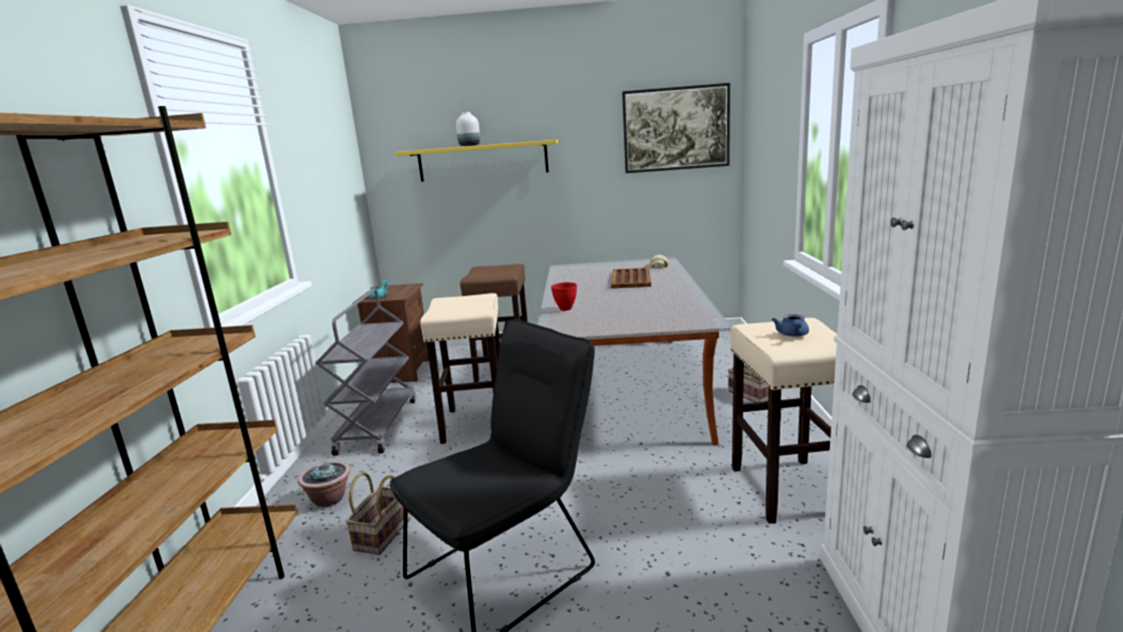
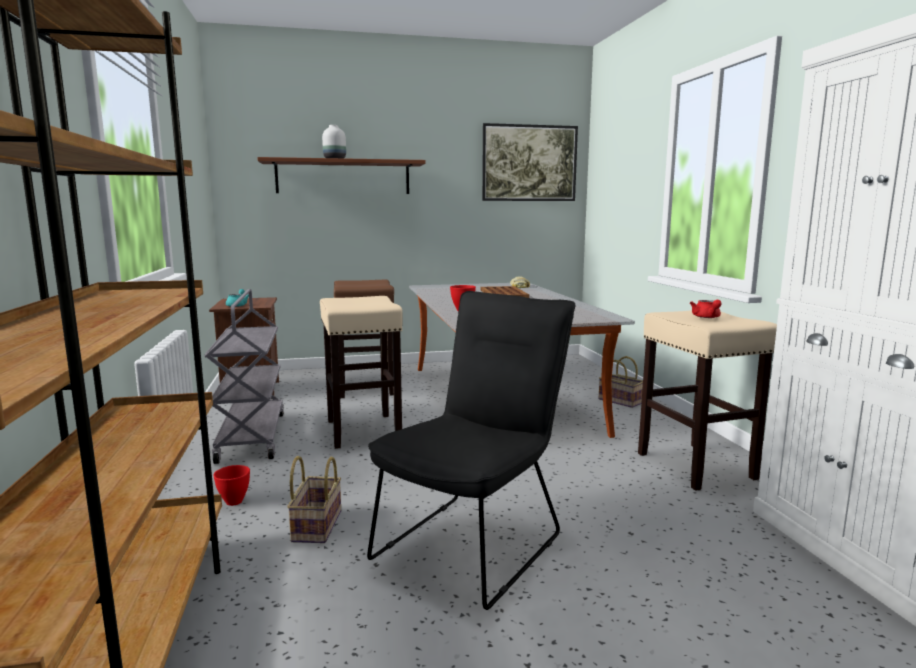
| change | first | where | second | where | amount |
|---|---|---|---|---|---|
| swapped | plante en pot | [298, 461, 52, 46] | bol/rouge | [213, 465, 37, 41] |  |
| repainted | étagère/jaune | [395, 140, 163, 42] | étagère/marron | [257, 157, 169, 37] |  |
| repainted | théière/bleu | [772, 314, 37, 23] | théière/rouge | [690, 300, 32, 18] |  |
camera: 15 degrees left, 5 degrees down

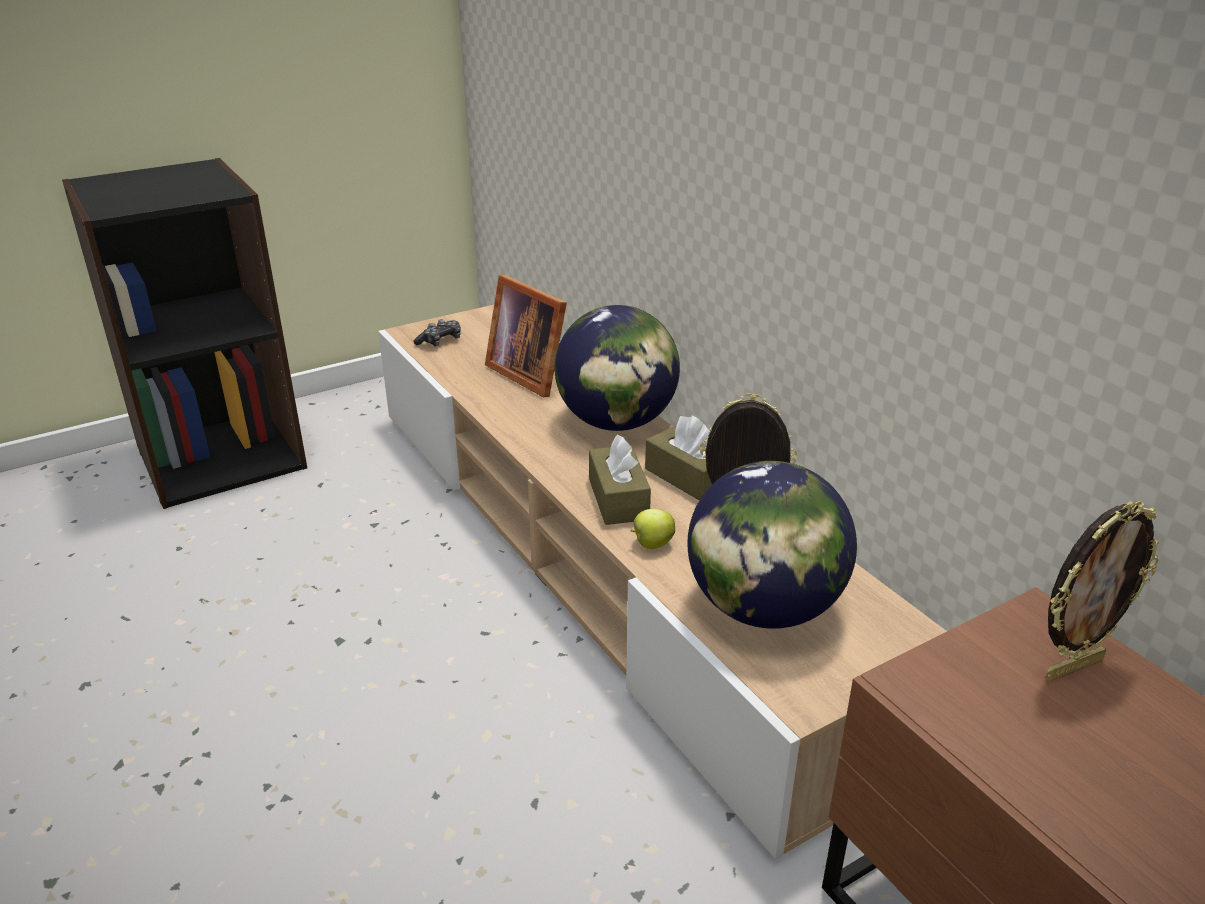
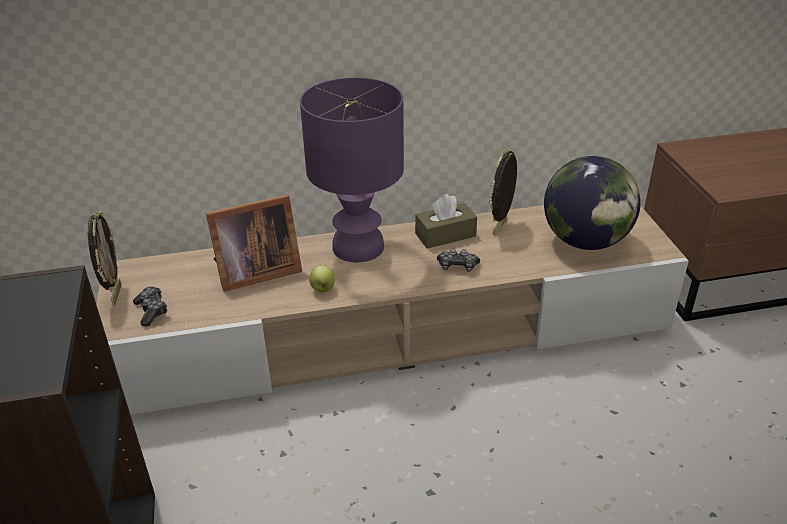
| change | first | where | second | where | amount |
|---|---|---|---|---|---|
| shifted | pomme | [631, 509, 44, 40] |  | [309, 265, 26, 27] |  |
| shifted | cadre photo | [1045, 501, 114, 180] |  | [88, 210, 33, 96] |  |
| swapped | globe | [555, 305, 125, 126] | lampe de table/violet | [300, 78, 104, 184] |  |
| swapped | boîte à mouchoirs/marron | [589, 435, 62, 90] | manette | [437, 249, 43, 23] |  |
camera: 70 degrees left, 5 degrees up

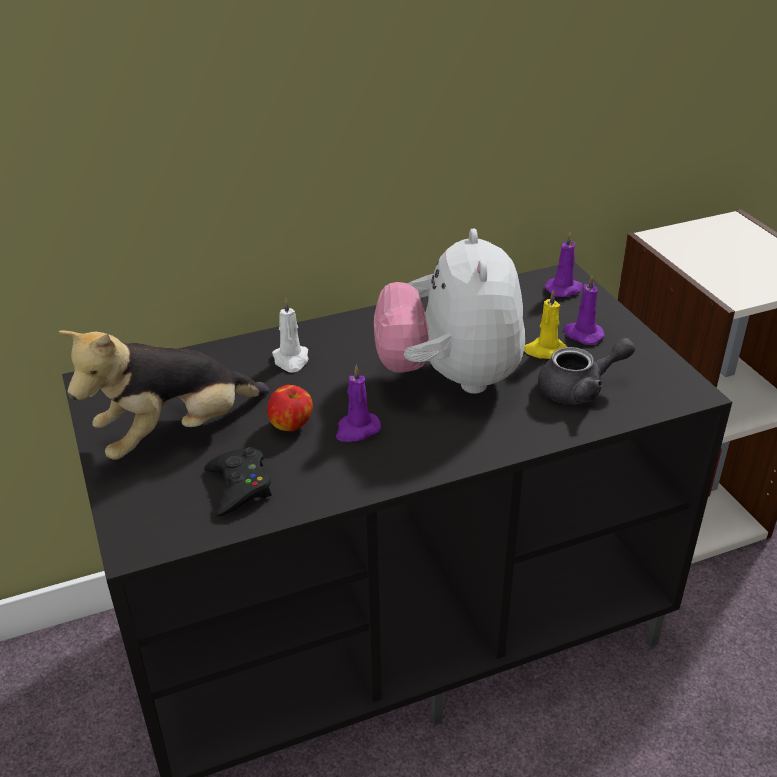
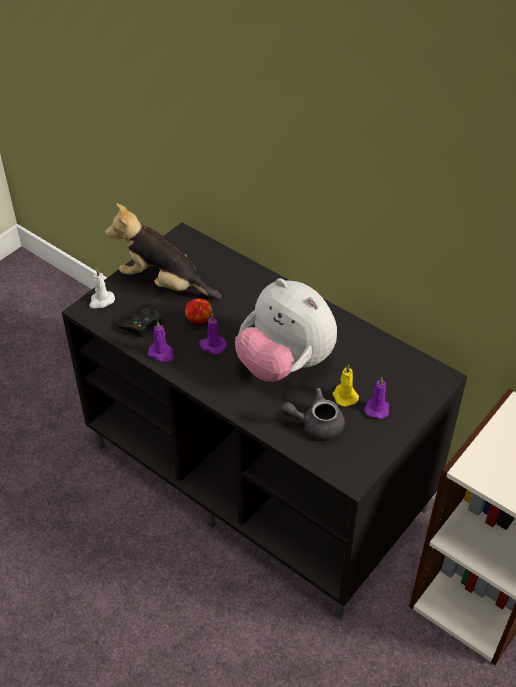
| change | first | where | second | where | amount |
|---|---|---|---|---|---|
| shifted | bougie/blanc | [272, 298, 36, 74] |  | [89, 268, 26, 41] |  |
| shifted | bougie/violet | [545, 232, 38, 65] |  | [148, 321, 26, 41] |  |
| rotated | peluche | [374, 229, 151, 165] |  | [235, 278, 102, 104] | 105 degrees counterclockwise |
| rotated | théière/gris | [538, 338, 97, 66] |  | [281, 388, 64, 52] | 135 degrees clockwise |
camera: 60 degrees right, 10 degrees up

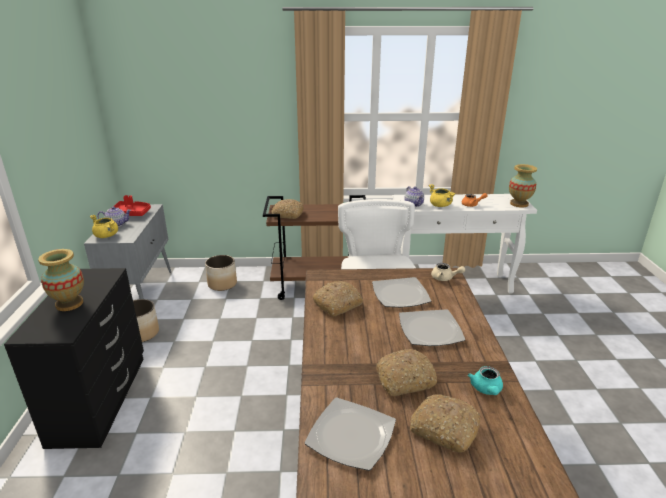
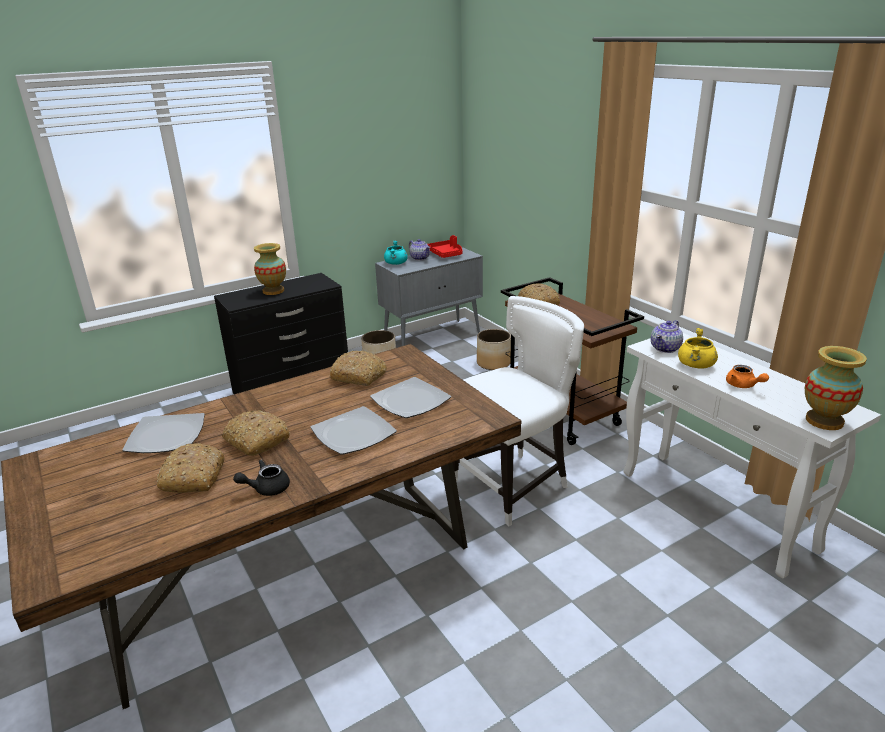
| change | first | where | second | where | amount |
|---|---|---|---|---|---|
| gone | théière/beige | [431, 263, 34, 18] |  |  |  |
| repainted | marmite/jaune | [89, 215, 29, 23] | marmite/turquoise | [384, 240, 24, 25] |  |
| repainted | théière/turquoise | [468, 366, 35, 29] | théière/noir | [233, 460, 57, 36] |  |
camera: 60 degrees right, 0 degrees up

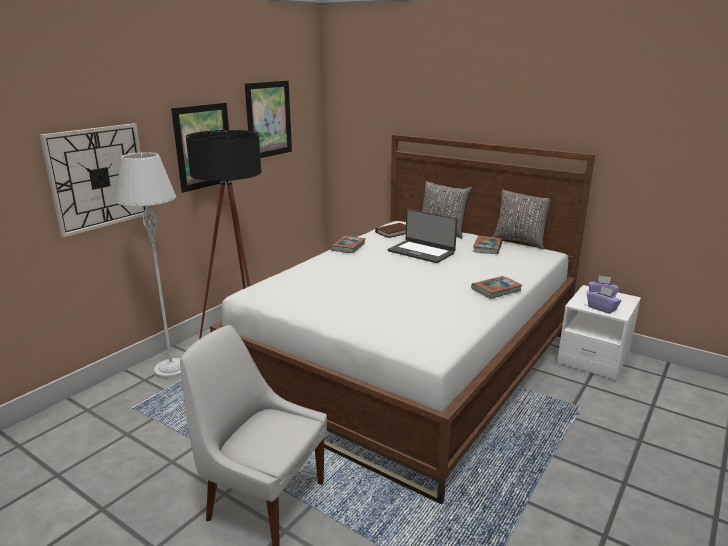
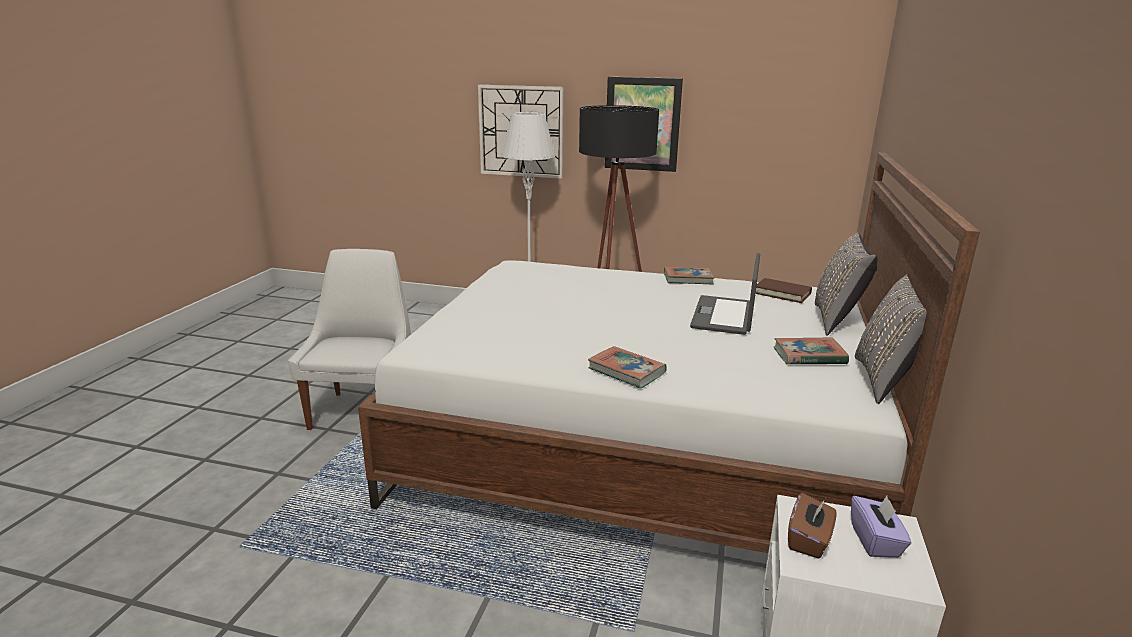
| change | first | where | second | where | amount |
|---|---|---|---|---|---|
| gone | tableau | [245, 80, 47, 78] |  |  |  |
| repainted | boîte à mouchoirs/violet | [587, 286, 34, 28] | boîte à mouchoirs/marron | [788, 493, 49, 66] |  |
camera: 70 degrees right, 0 degrees up

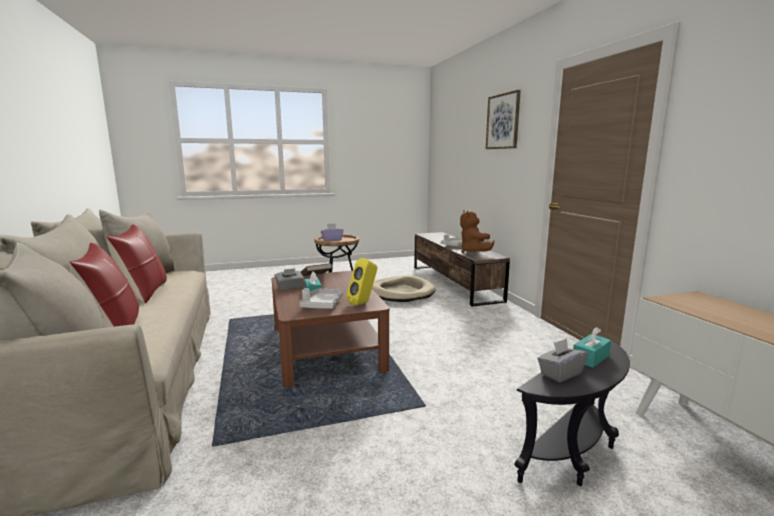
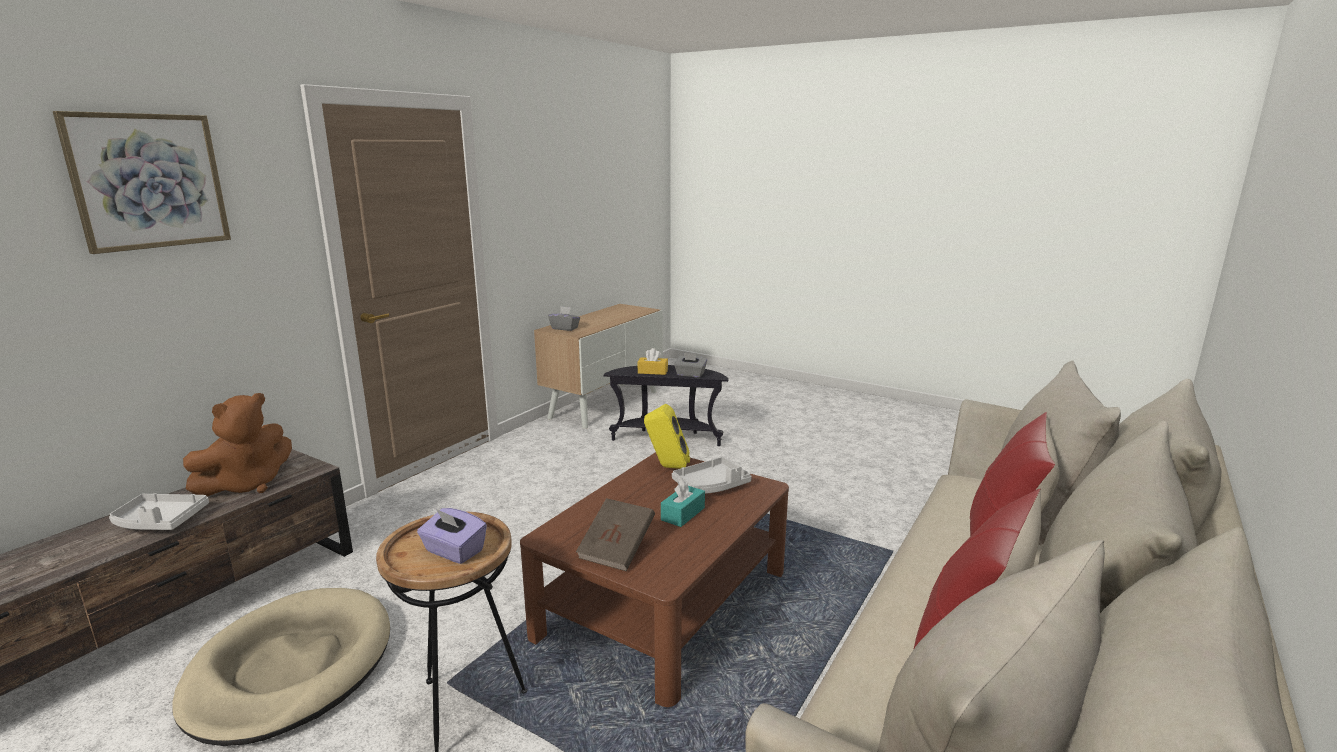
| change | first | where | second | where | amount |
|---|---|---|---|---|---|
| shifted | boîte à mouchoirs/gris | [275, 268, 29, 22] |  | [548, 307, 32, 24] |  |
| repainted | boîte à mouchoirs/turquoise | [573, 327, 38, 41] | boîte à mouchoirs/jaune | [637, 348, 31, 27] |  |
camera: 130 degrees left, 5 degrees up

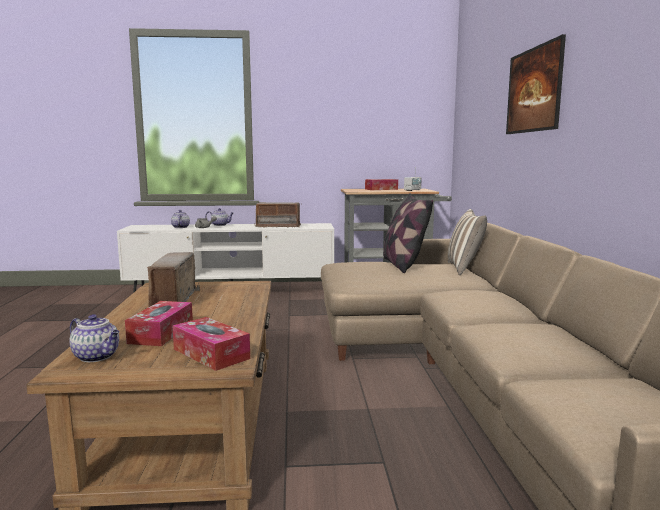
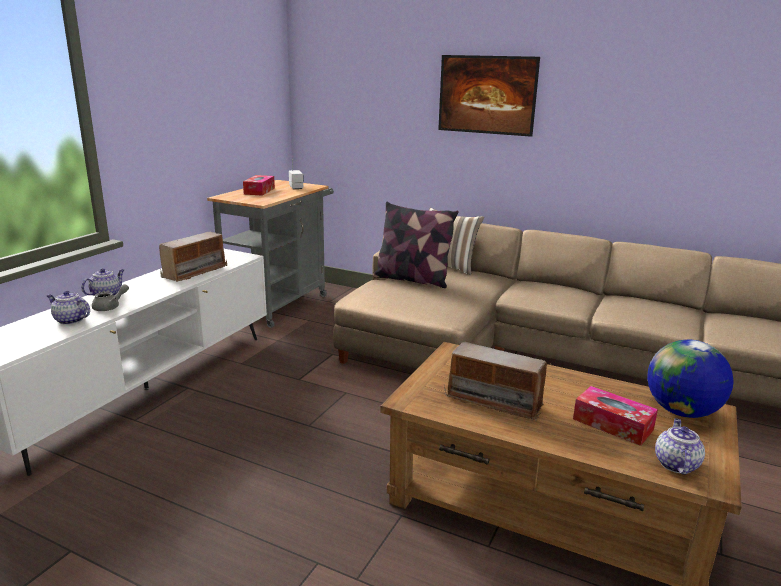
| change | first | where | second | where | amount |
|---|---|---|---|---|---|
| swapped | boîte à mouchoirs | [172, 317, 78, 54] | globe | [647, 340, 87, 78] |  |
| rotated | théière | [69, 314, 51, 48] |  | [655, 418, 50, 57] | 45 degrees counterclockwise |
camera: 60 degrees left, 10 degrees up

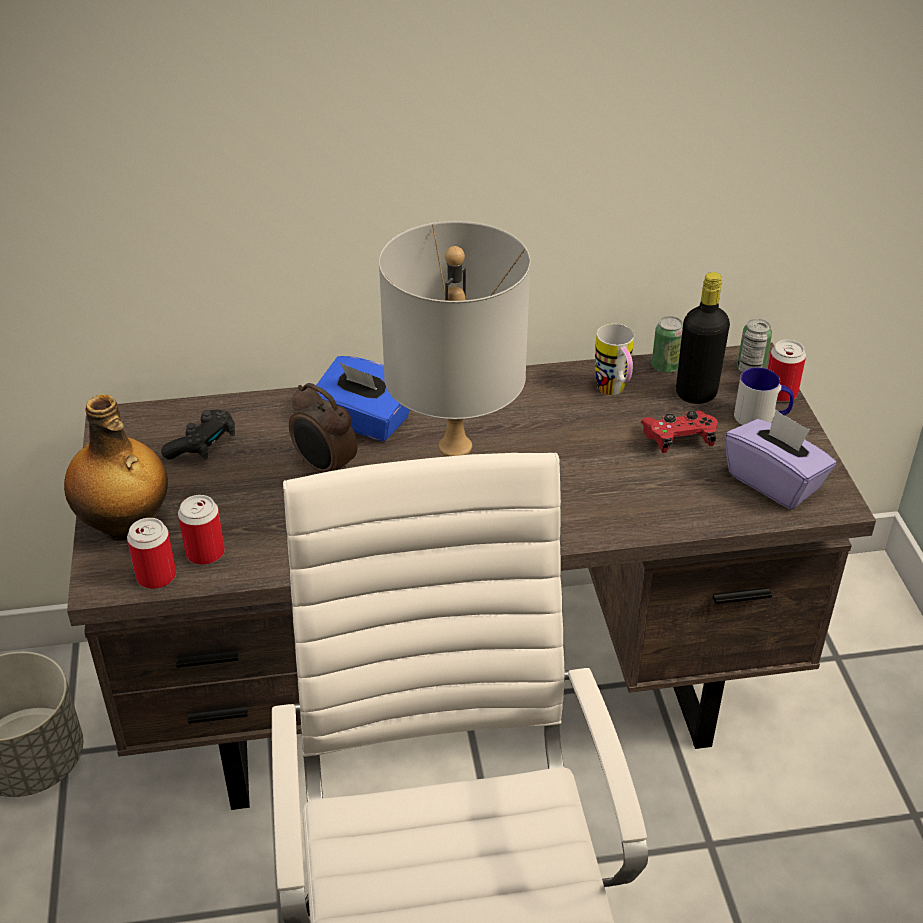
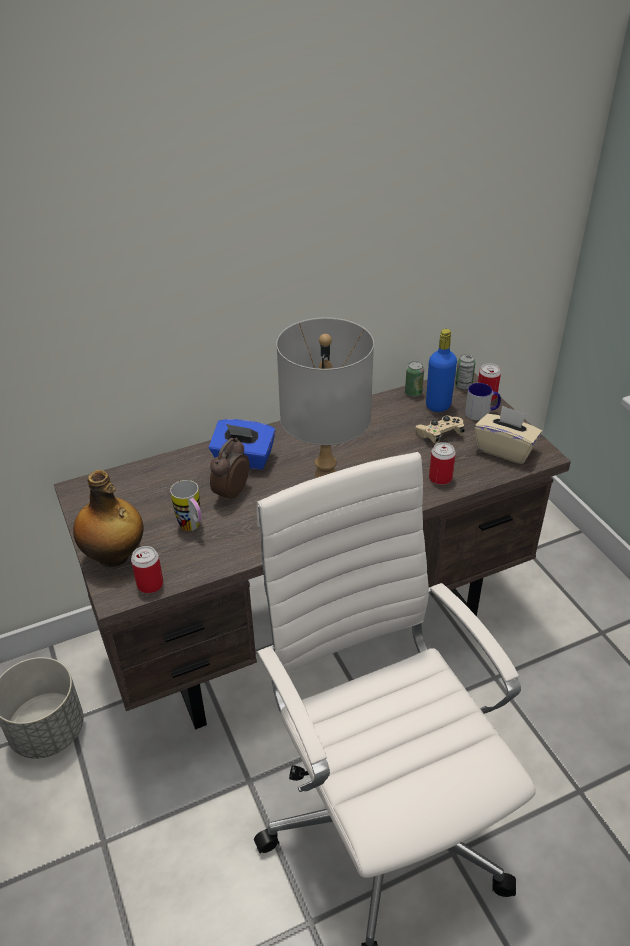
| change | first | where | second | where | amount |
|---|---|---|---|---|---|
| gone | manette/noir | [161, 410, 74, 49] |  |  |  |
| shifted | boîte métallique | [178, 495, 47, 70] |  | [429, 442, 27, 43] |  |
| shifted | mug | [595, 324, 39, 71] |  | [170, 480, 32, 51] |  |
| repainted | manette/rouge | [641, 411, 77, 42] | manette/beige | [415, 415, 50, 30] |  |
| repainted | bouteille/noir | [676, 272, 54, 132] | bouteille/bleu | [426, 329, 31, 83] |  |
| repainted | boîte à mouchoirs/violet | [725, 409, 111, 100] | boîte à mouchoirs/beige | [475, 405, 67, 59] |  |
| rotated | réveil | [289, 383, 68, 90] |  | [210, 438, 39, 65] | 90 degrees clockwise |
camera: 15 degrees left, 0 degrees up

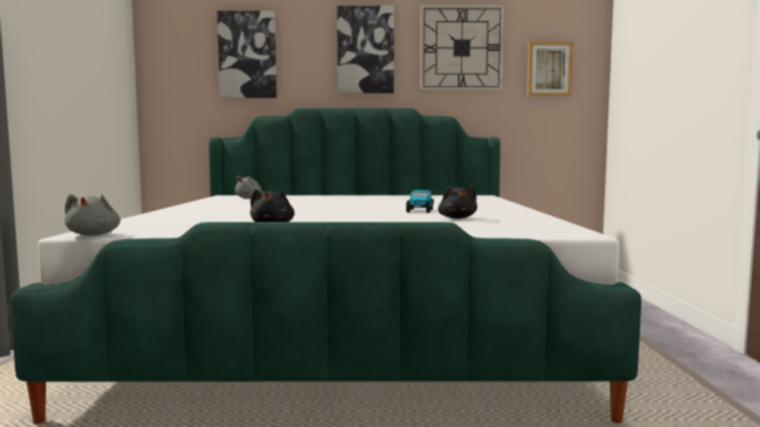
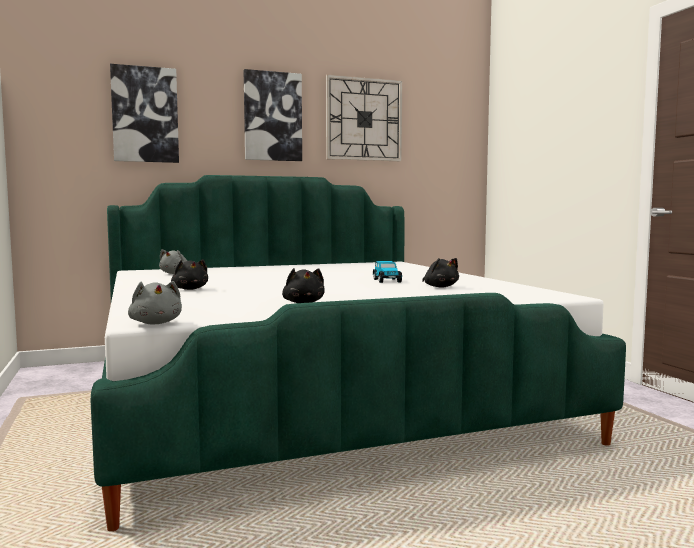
| change | first | where | second | where | amount |
|---|---|---|---|---|---|
| gone | tableau | [527, 42, 46, 54] |  |  |  |
| new |  |  | peluche/noir | [171, 259, 37, 31] |  |
camera: 20 degrees left, 0 degrees up

